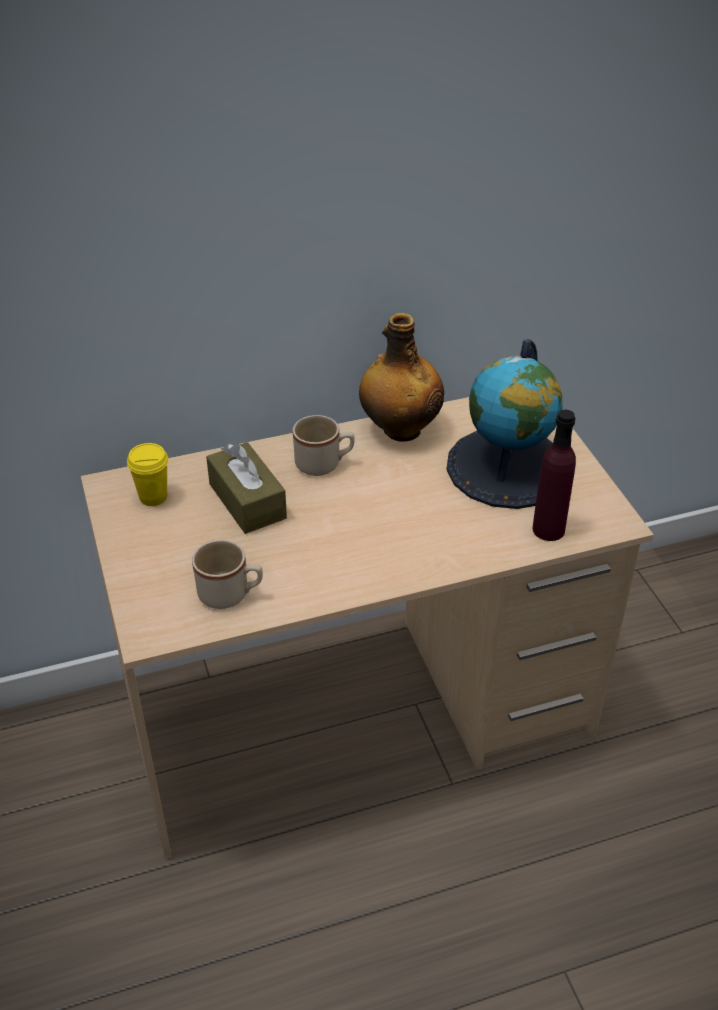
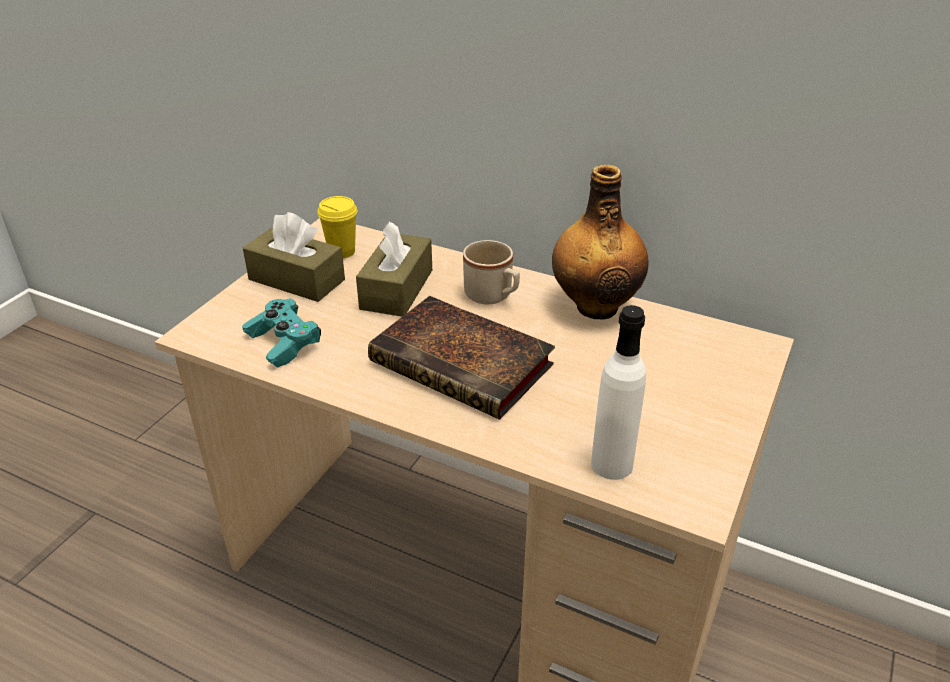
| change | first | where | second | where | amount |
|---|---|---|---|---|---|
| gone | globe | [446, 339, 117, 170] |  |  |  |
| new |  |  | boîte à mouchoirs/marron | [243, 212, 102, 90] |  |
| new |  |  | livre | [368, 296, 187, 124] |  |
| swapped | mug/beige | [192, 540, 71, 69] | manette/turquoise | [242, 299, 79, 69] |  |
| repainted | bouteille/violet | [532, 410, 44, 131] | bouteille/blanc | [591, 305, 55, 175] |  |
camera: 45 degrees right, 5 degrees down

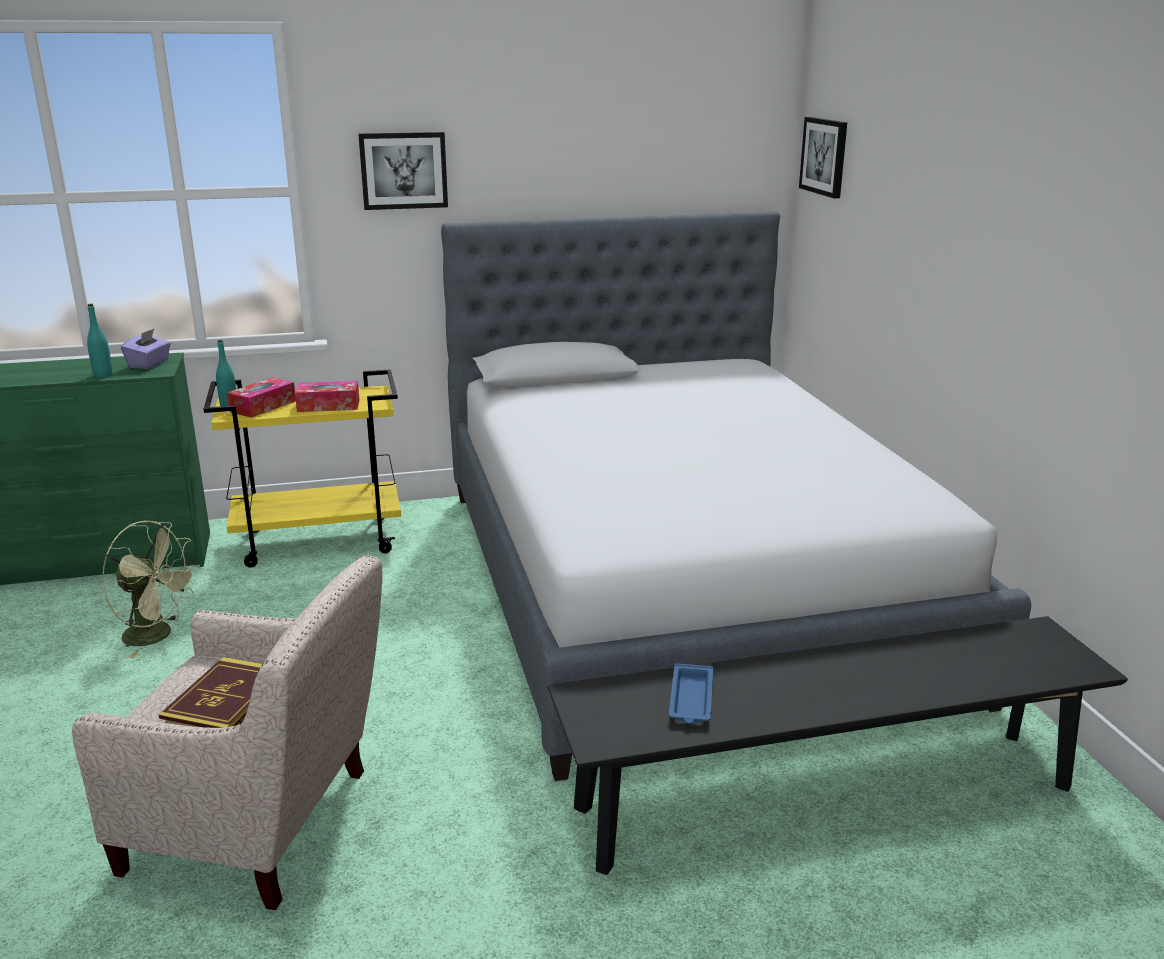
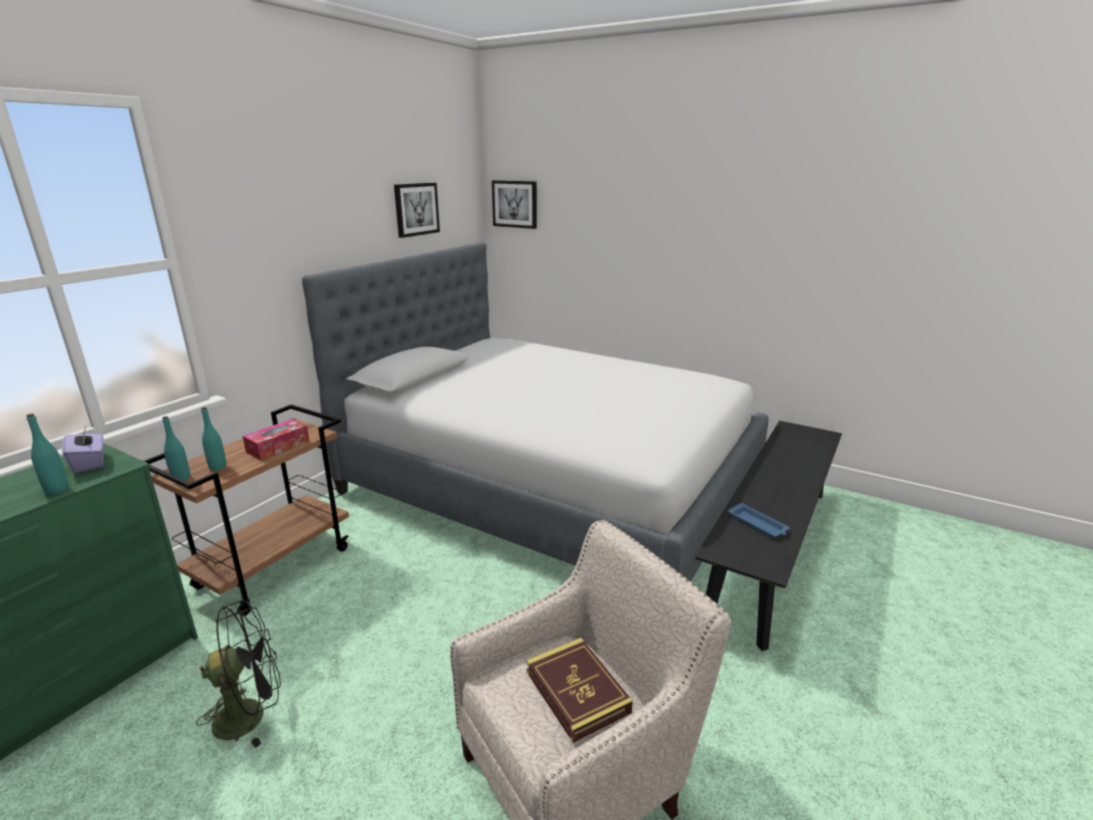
| change | first | where | second | where | amount |
|---|---|---|---|---|---|
| shifted | tableau | [358, 132, 90, 78] |  | [394, 183, 46, 55] |  |
| swapped | boîte à mouchoirs | [227, 377, 69, 41] | bouteille/turquoise | [201, 407, 25, 64] |  |
| repainted | ventilateur/vert | [102, 521, 97, 137] | ventilateur/noir | [196, 600, 85, 148] |  |
| repainted | chariot/jaune | [204, 369, 197, 199] | chariot/marron | [144, 404, 205, 212] |  |
camera: 45 degrees left, 0 degrees up

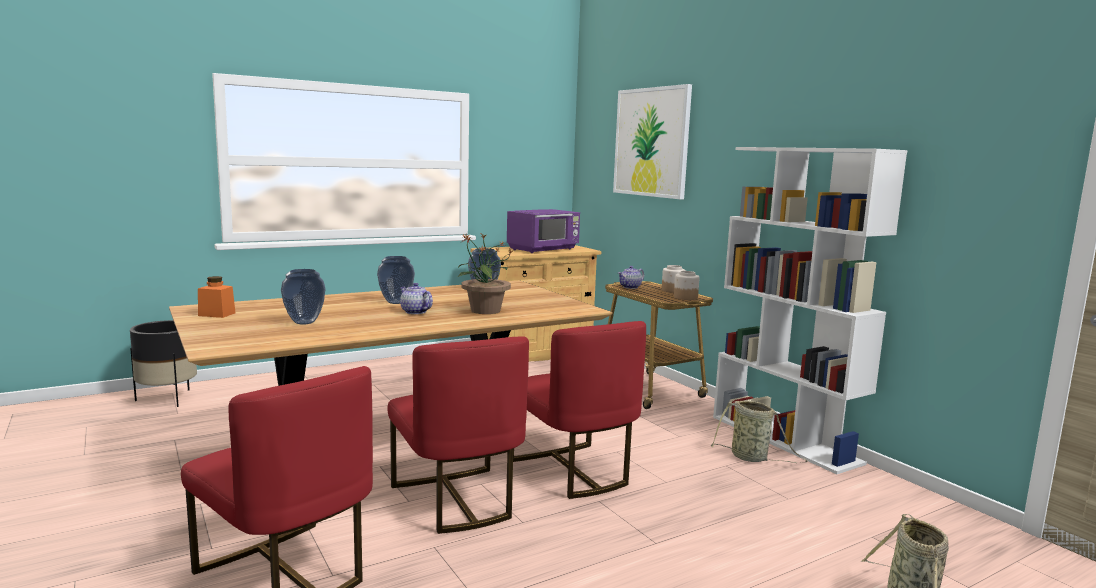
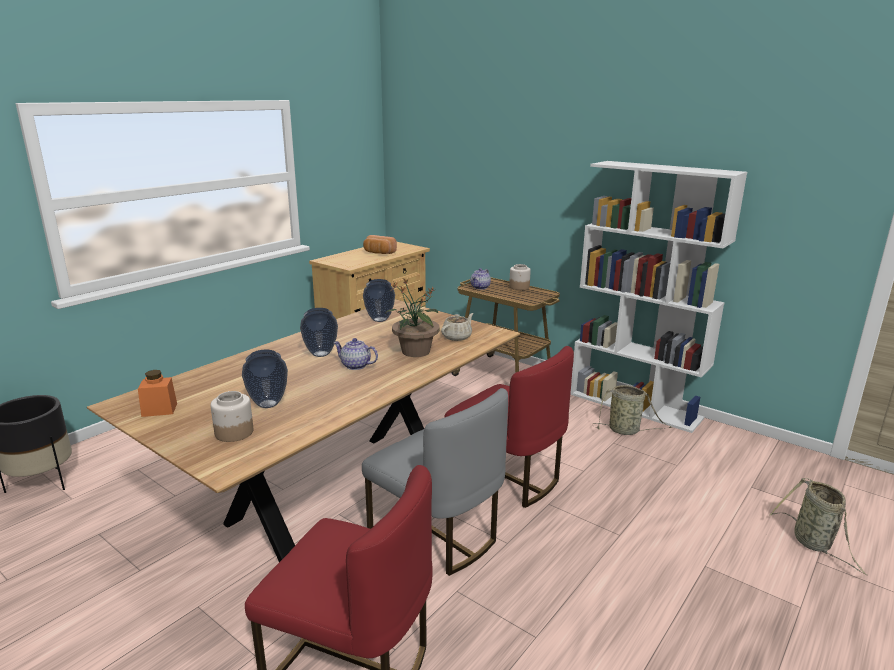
| change | first | where | second | where | amount |
|---|---|---|---|---|---|
| gone | tableau | [613, 84, 79, 115] |  |  |  |
| new |  |  | théière/beige | [441, 313, 33, 28] |  |
| shifted | bocal | [674, 271, 26, 29] |  | [210, 391, 43, 51] |  |
| swapped | micro-ondes/violet | [507, 209, 73, 44] | pain | [363, 235, 34, 19] |  |
| repainted | chaise/rouge | [388, 336, 141, 198] | chaise/gris | [362, 388, 146, 188] |  |
camera: 20 degrees left, 10 degrees up

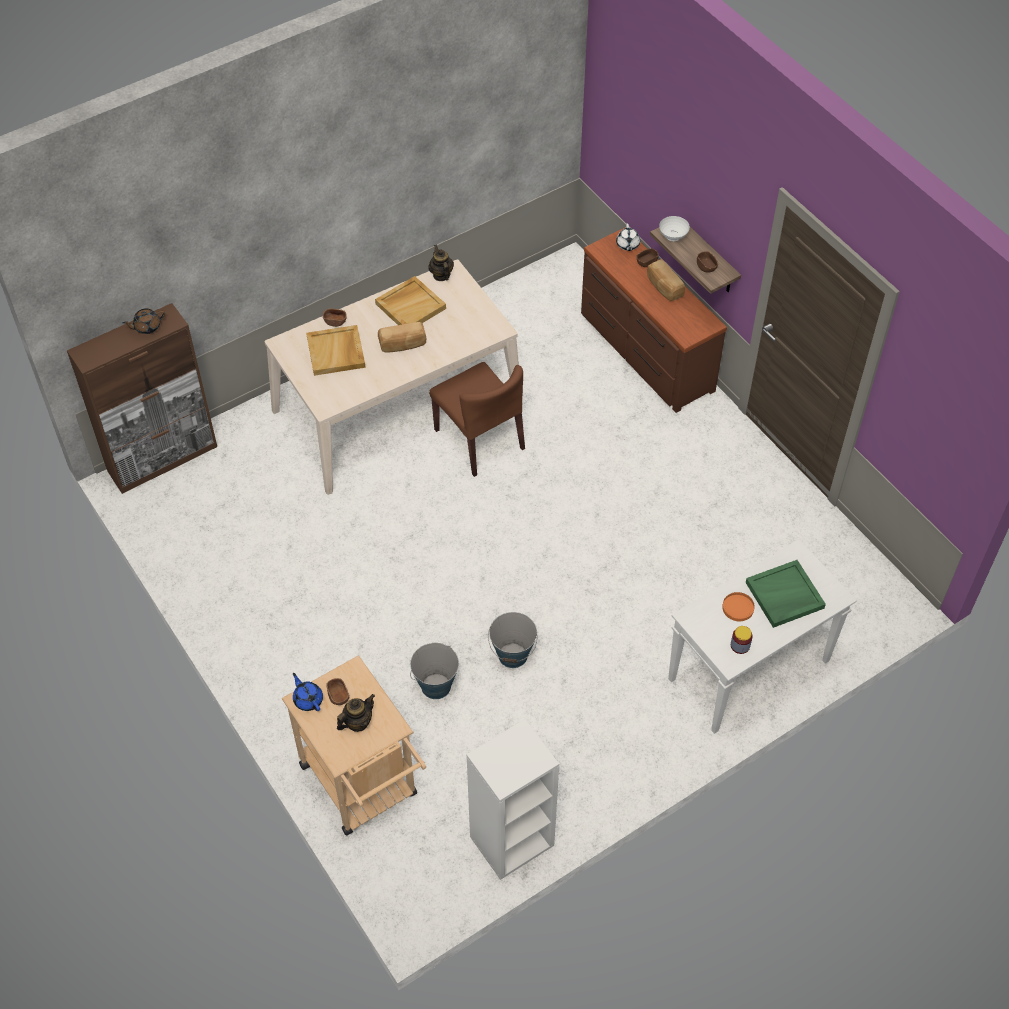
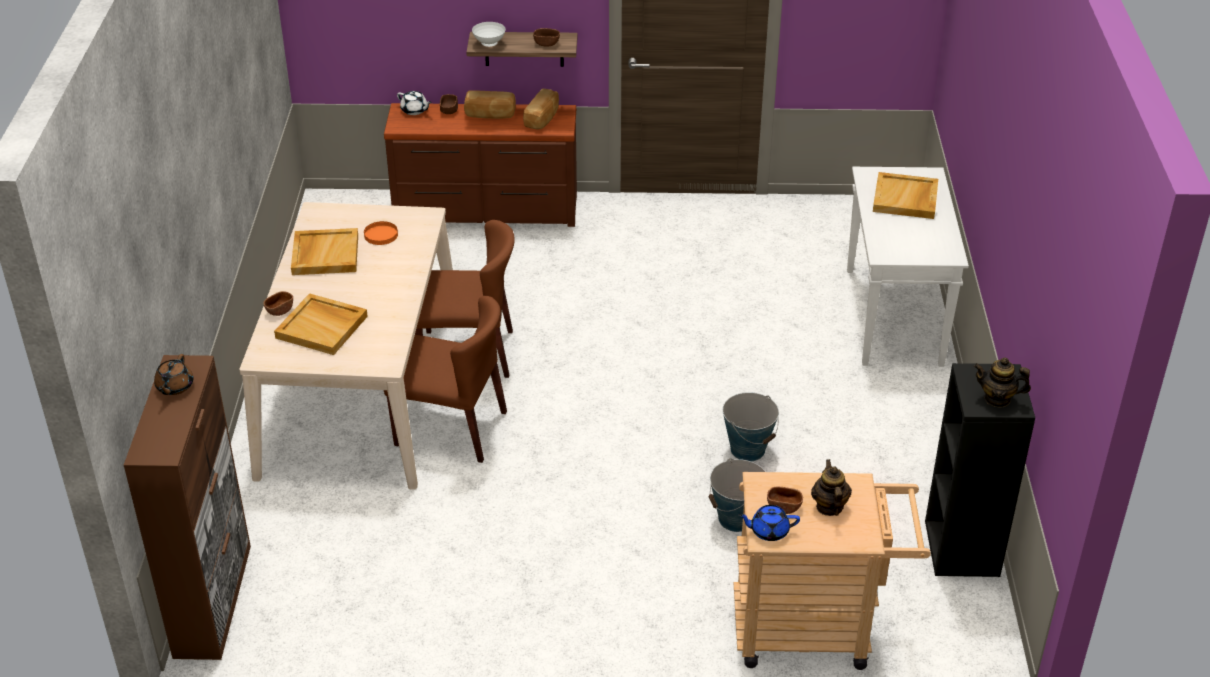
| change | first | where | second | where | amount |
|---|---|---|---|---|---|
| gone | bocal | [731, 626, 22, 28] |  |  |  |
| new |  |  | chaise/marron | [384, 296, 123, 167] |  |
| shifted | pain | [378, 322, 49, 30] |  | [523, 88, 36, 41] |  |
| shifted | théière | [428, 245, 26, 36] |  | [974, 357, 57, 51] |  |
| shifted | assiette/orange | [722, 592, 33, 29] |  | [364, 221, 34, 24] |  |
| repainted | bibliothèque/blanc | [467, 719, 92, 161] | bibliothèque/noir | [925, 363, 110, 214] |  |
| repainted | plateau/vert | [746, 560, 80, 68] | plateau/beige | [873, 172, 65, 47] |  |
camera: 55 degrees left, 15 degrees down

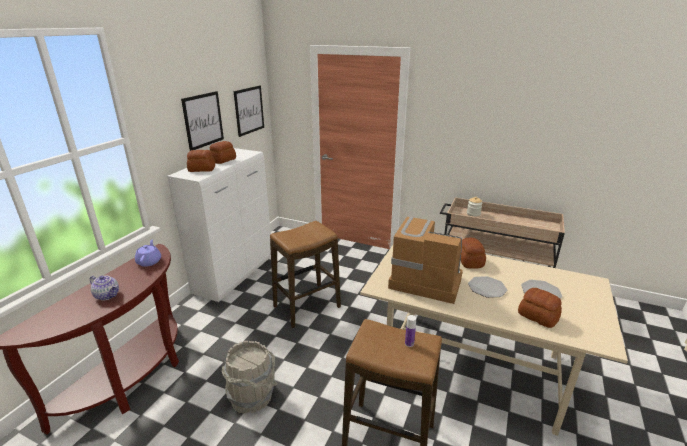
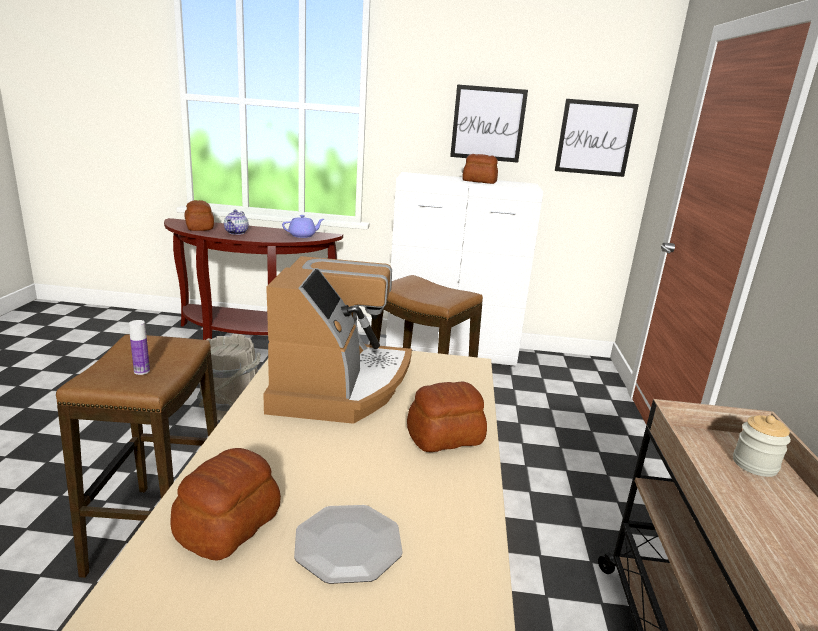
| change | first | where | second | where | amount |
|---|---|---|---|---|---|
| gone | assiette | [468, 276, 39, 22] |  |  |  |
| shifted | pain | [187, 150, 28, 22] |  | [184, 200, 30, 31] |  |
camera: 70 degrees right, 5 degrees down

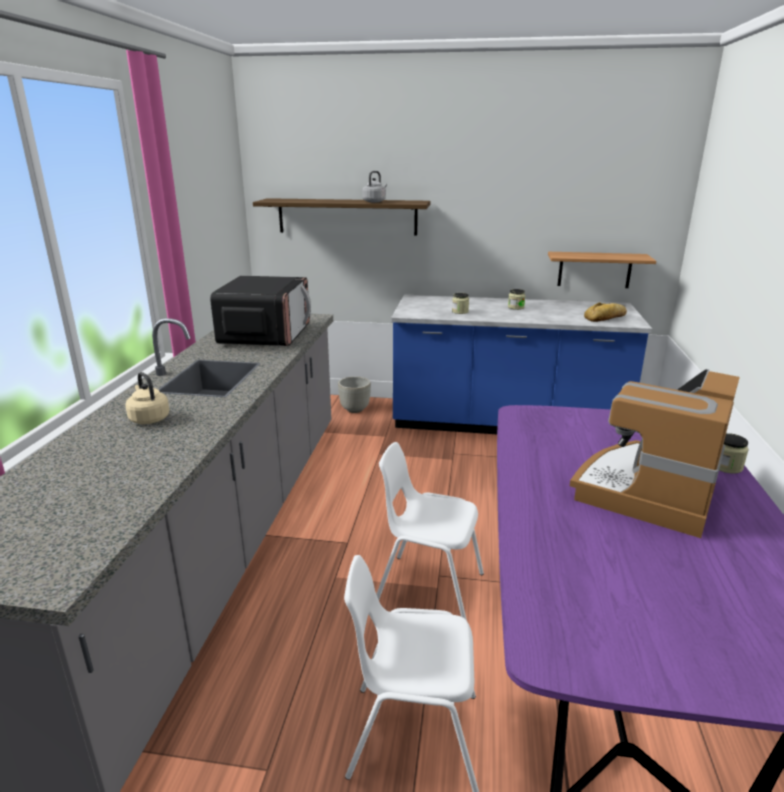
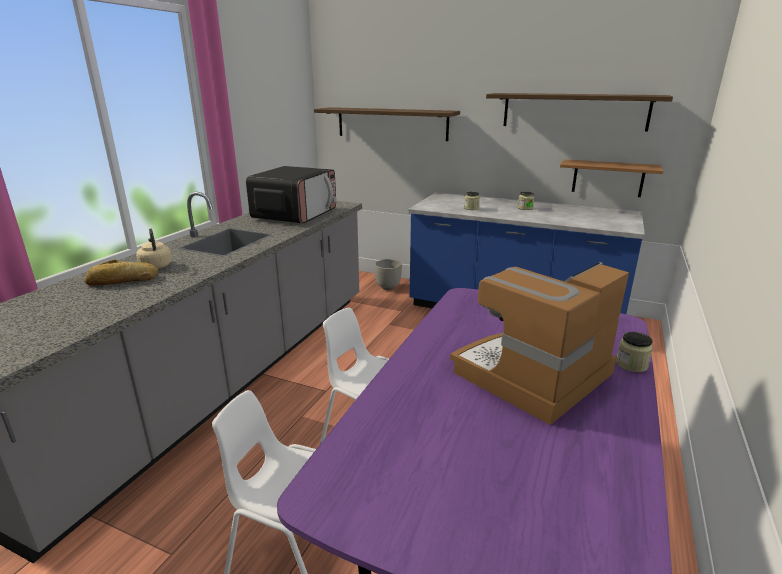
| change | first | where | second | where | amount |
|---|---|---|---|---|---|
| gone | bouilloire/gris | [362, 171, 25, 31] |  |  |  |
| new |  |  | étagère | [486, 93, 187, 38] |  |
| shifted | pain | [584, 302, 43, 20] |  | [85, 260, 73, 26] |  |
camera: 15 degrees right, 0 degrees up

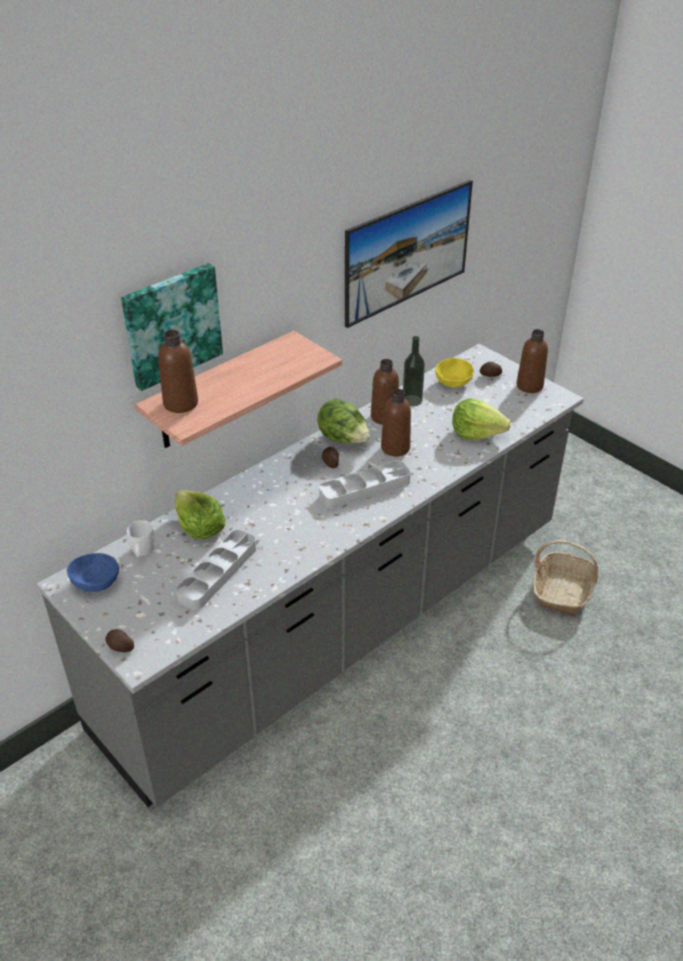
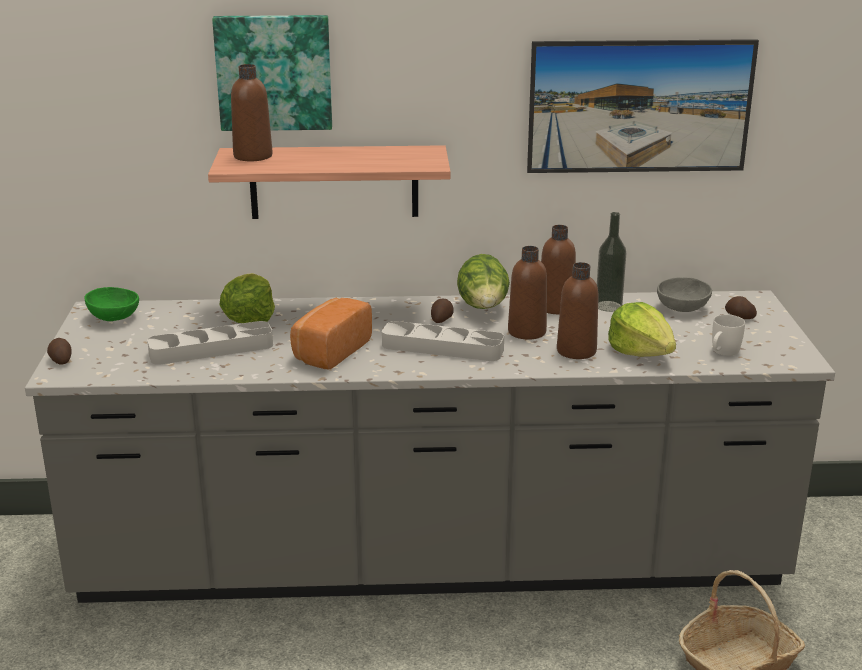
| change | first | where | second | where | amount |
|---|---|---|---|---|---|
| new |  |  | pain | [290, 298, 82, 71] |  |
| shifted | mug/blanc | [127, 520, 27, 38] |  | [712, 315, 33, 41] |  |
| shifted | bouteille/marron | [516, 329, 32, 64] |  | [557, 262, 42, 97] |  |
| repainted | bol/bleu | [67, 553, 52, 39] | bol/vert | [84, 287, 55, 34] |  |
| repainted | bol/jaune | [435, 358, 39, 29] | bol/gris | [657, 277, 55, 35] |  |
camera: 40 degrees right, 15 degrees down

